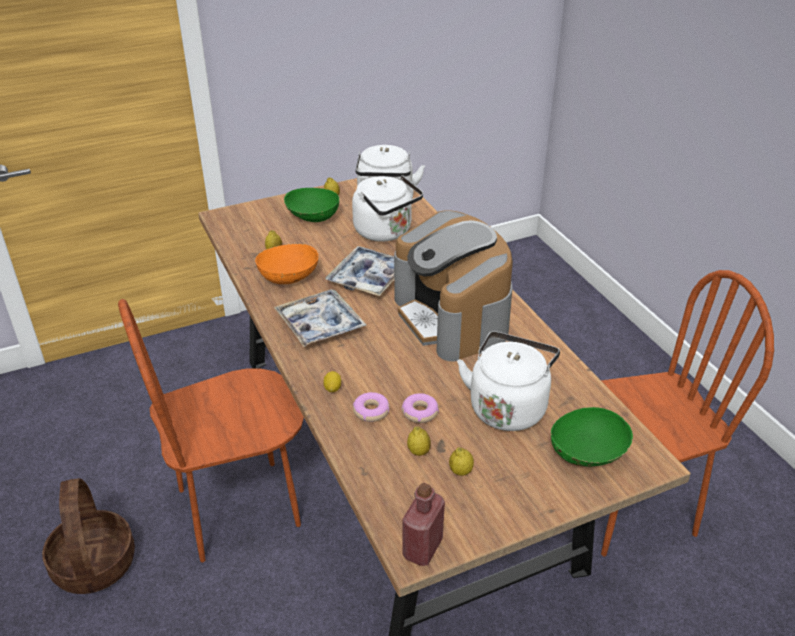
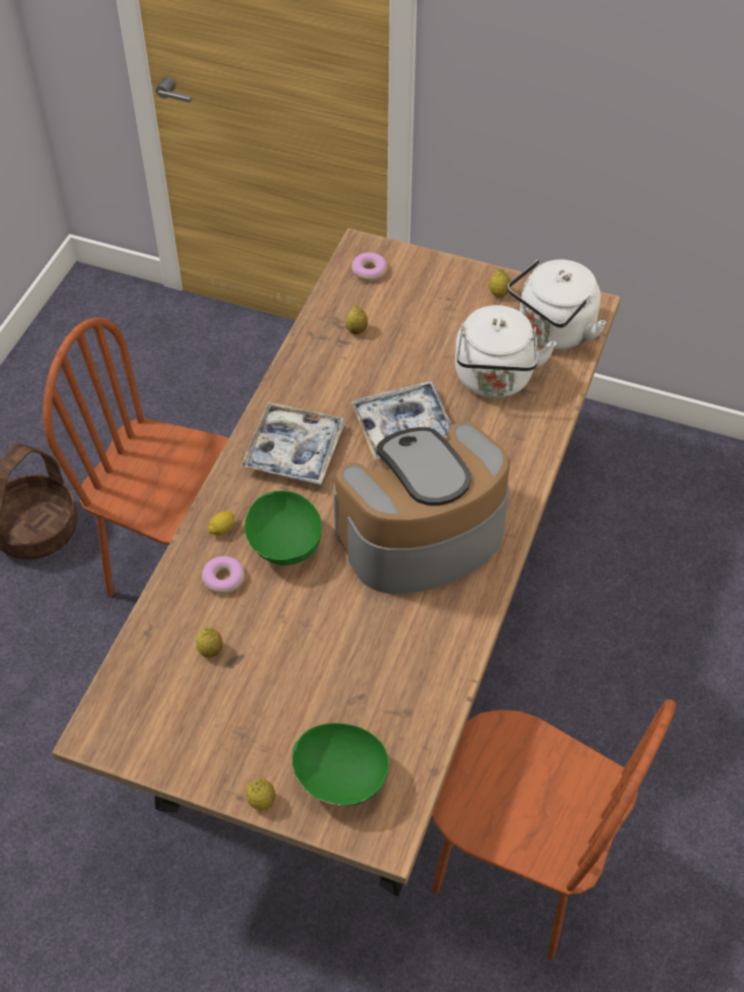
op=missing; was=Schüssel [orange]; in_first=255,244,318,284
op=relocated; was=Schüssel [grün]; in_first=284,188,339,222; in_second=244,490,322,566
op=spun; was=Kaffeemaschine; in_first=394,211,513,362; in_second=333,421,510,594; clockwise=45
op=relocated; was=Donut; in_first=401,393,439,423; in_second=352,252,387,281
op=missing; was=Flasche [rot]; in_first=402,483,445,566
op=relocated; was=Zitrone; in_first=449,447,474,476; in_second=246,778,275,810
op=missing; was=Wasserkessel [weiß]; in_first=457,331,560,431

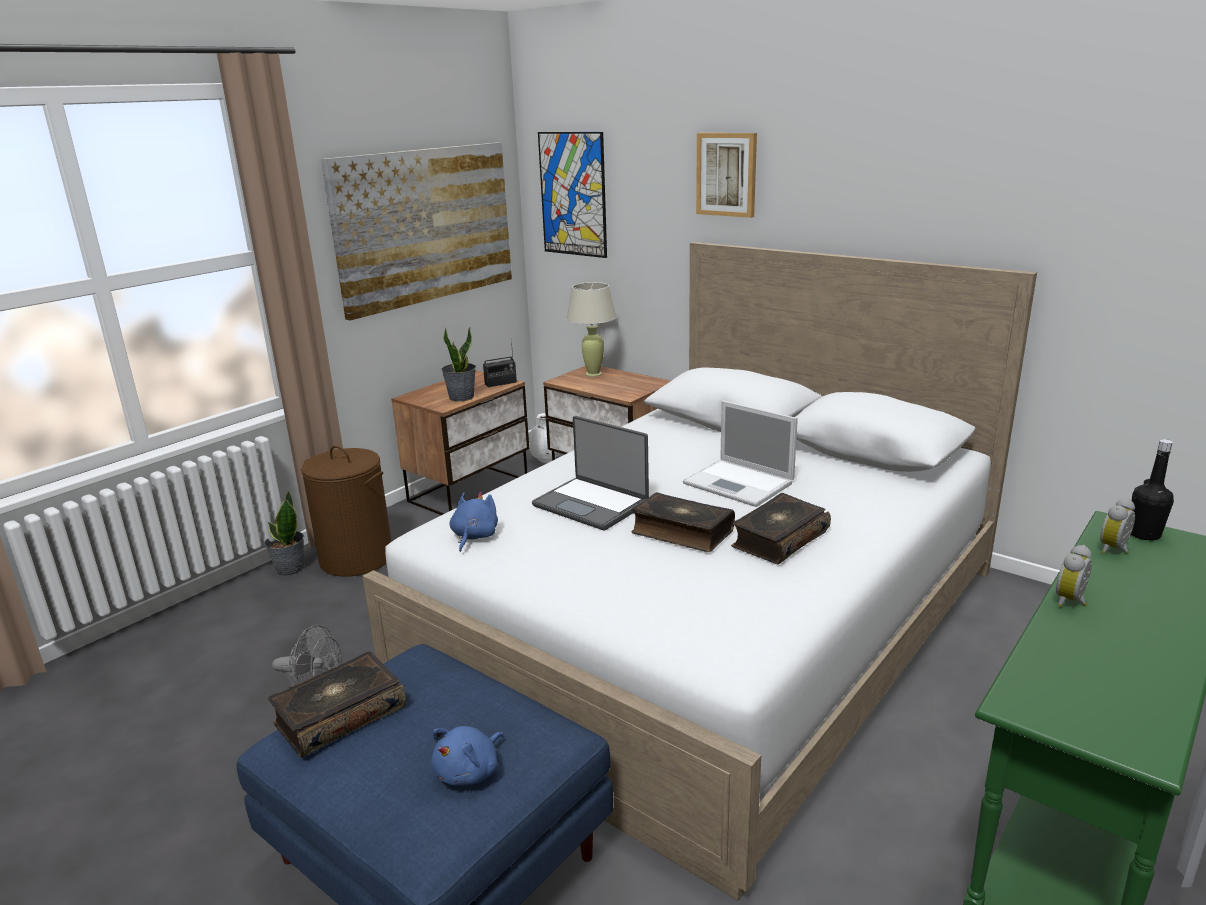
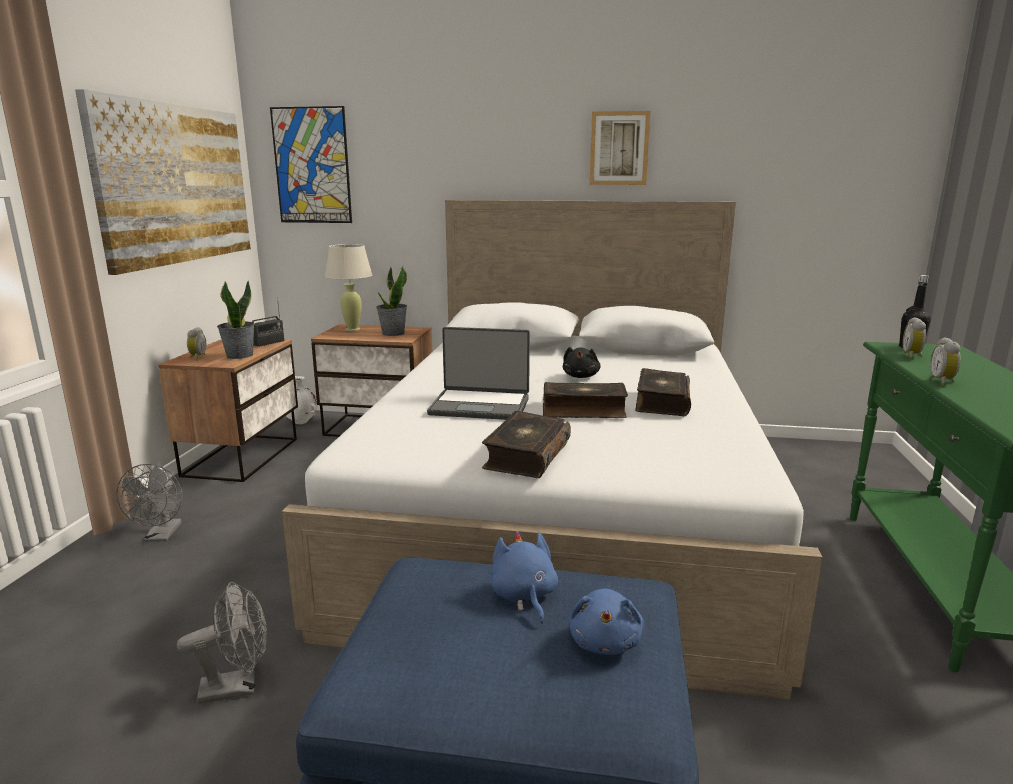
op=relocated; was=Topfpflanze; in_first=264,490,304,576; in_second=376,266,407,336
op=relocated; was=Buch; in_first=268,651,406,757; in_second=482,411,571,478
op=exchanged; was=Wäschekorb [braun]; now=Ventilator [grau]; in_first=301,446,392,577; in_second=116,464,183,542
op=relocated; was=Plüschtier [blau]; in_first=449,491,498,552; in_second=491,531,558,624
op=exchanged; was=Laptop; now=Plüschtier [schwarz]; in_first=683,401,798,507; in_second=563,347,600,378
op=relocated; was=Bild; in_first=696,133,757,218; in_second=589,111,650,185
op=appeared; now=Wecker; in_second=187,327,206,360

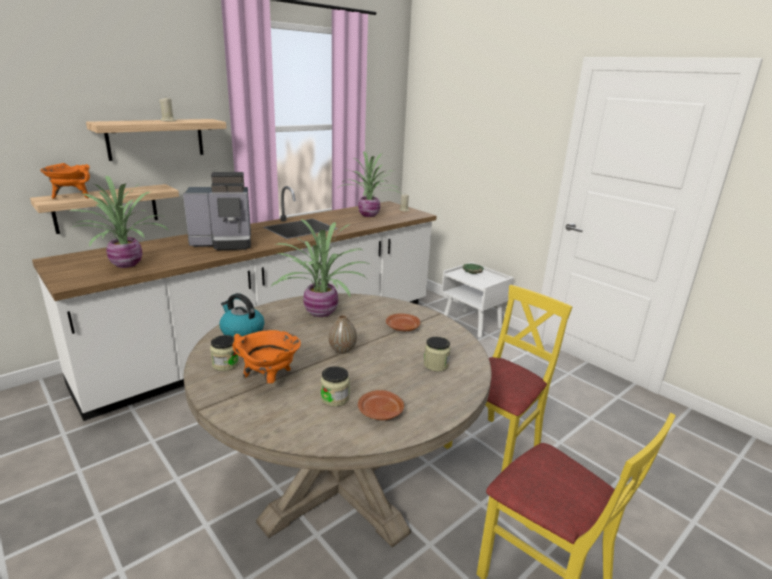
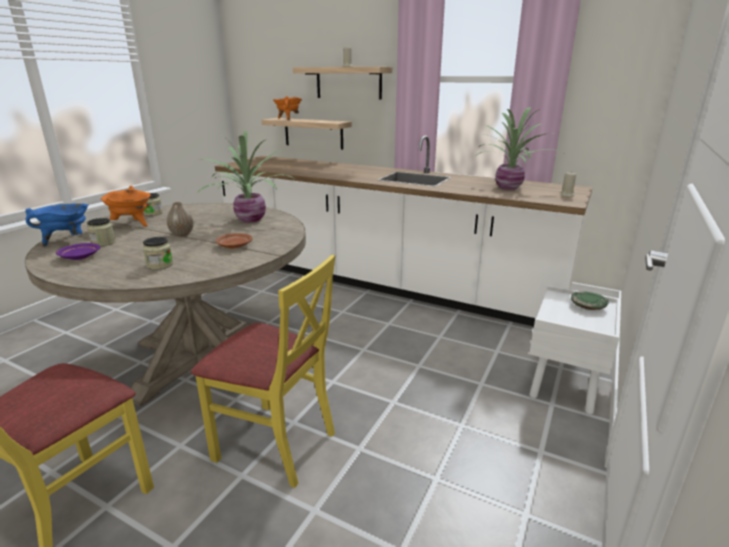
op=missing; was=Topfpflanze; in_first=67,176,169,268
op=missing; was=Kaffeemaschine; in_first=183,172,251,250
op=missing; was=Wasserkessel; in_first=220,293,264,337
op=colour; was=Teller [braun]; now=Teller [lila]; in_first=358,390,404,420; in_second=56,243,100,260
op=appeared; now=Kochtopf [blau]; in_second=25,203,88,247

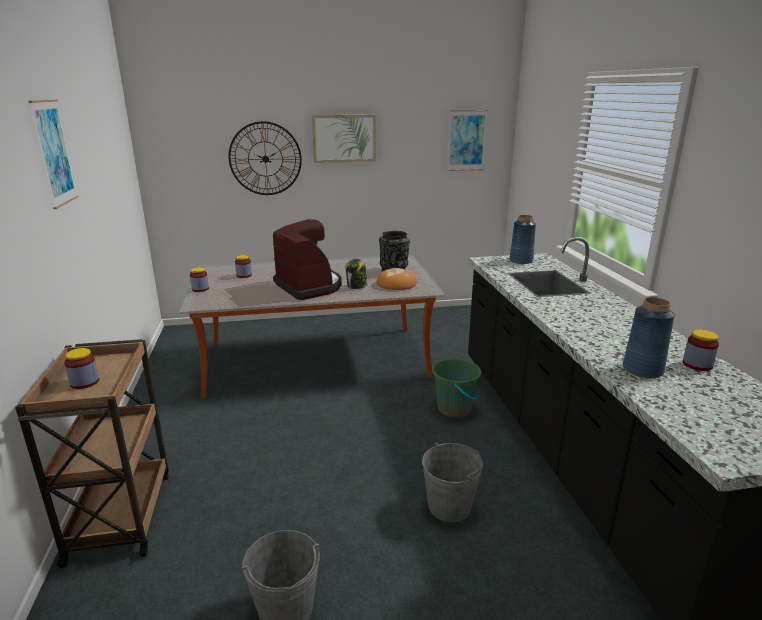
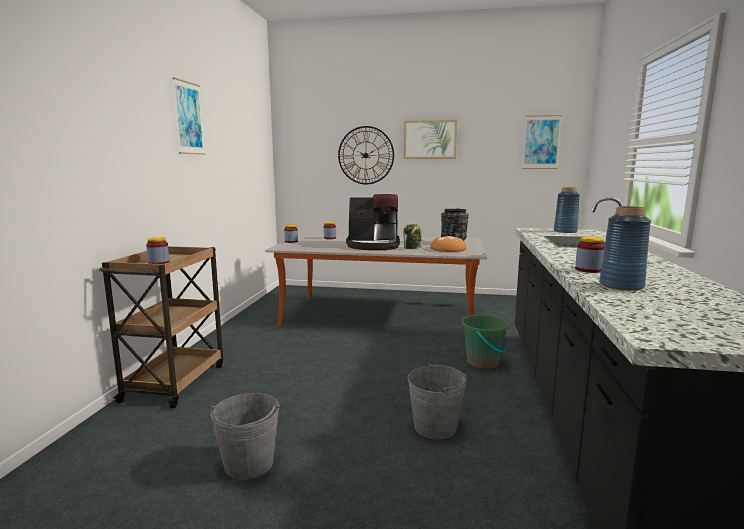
op=spun; was=Kaffeemaschine; in_first=273,219,342,300; in_second=346,194,400,250; clockwise=105
op=relocated; was=Vorratsglas; in_first=683,329,719,371; in_second=575,237,605,273

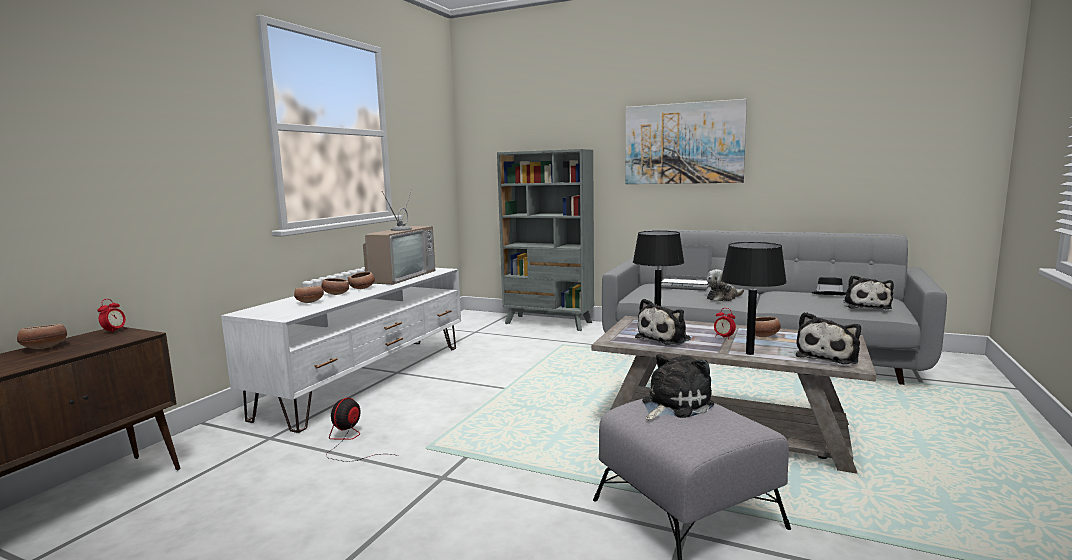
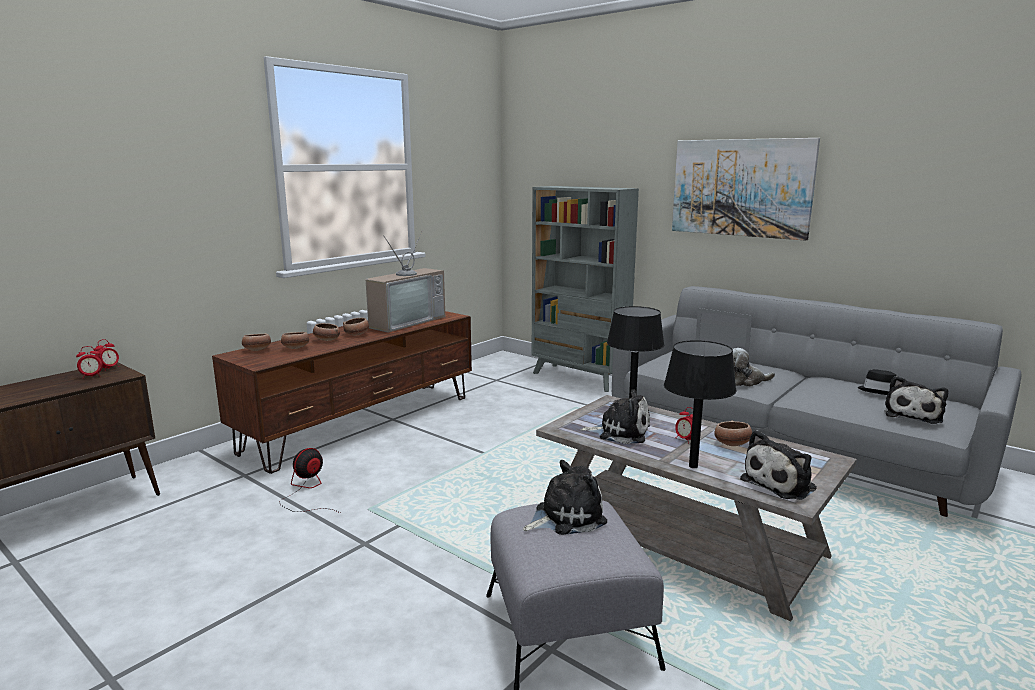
op=relocated; was=Schüssel; in_first=17,324,67,349; in_second=242,333,271,351
op=colour; was=Fernsehschrank [weiß]; now=Fernsehschrank [braun]; in_first=221,268,461,433; in_second=212,311,472,474
op=spun; was=Plüschtier; in_first=635,299,691,345; in_second=580,389,650,444; clockwise=-135
op=appeared; now=Wecker; in_second=76,346,103,379

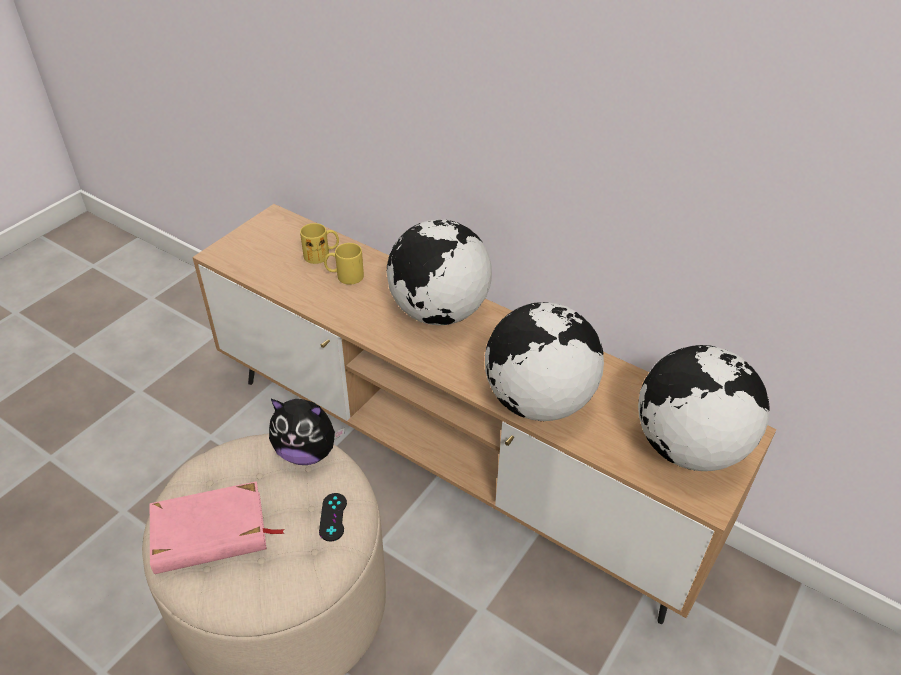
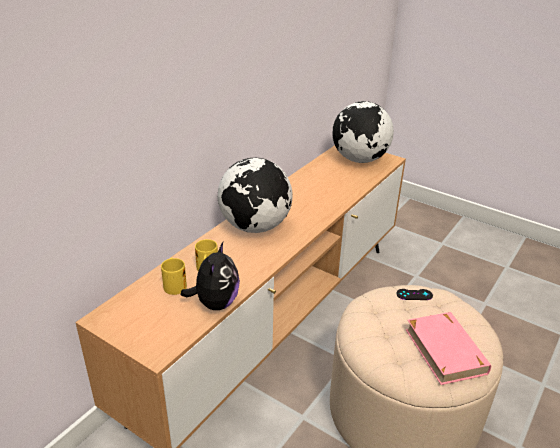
op=relocated; was=Plüschtier; in_first=269,399,345,465; in_second=181,242,240,310
op=missing; was=Globus; in_first=485,302,604,421

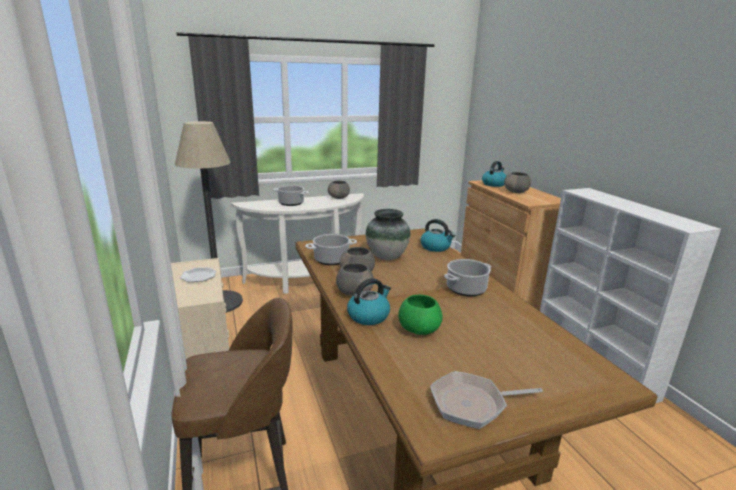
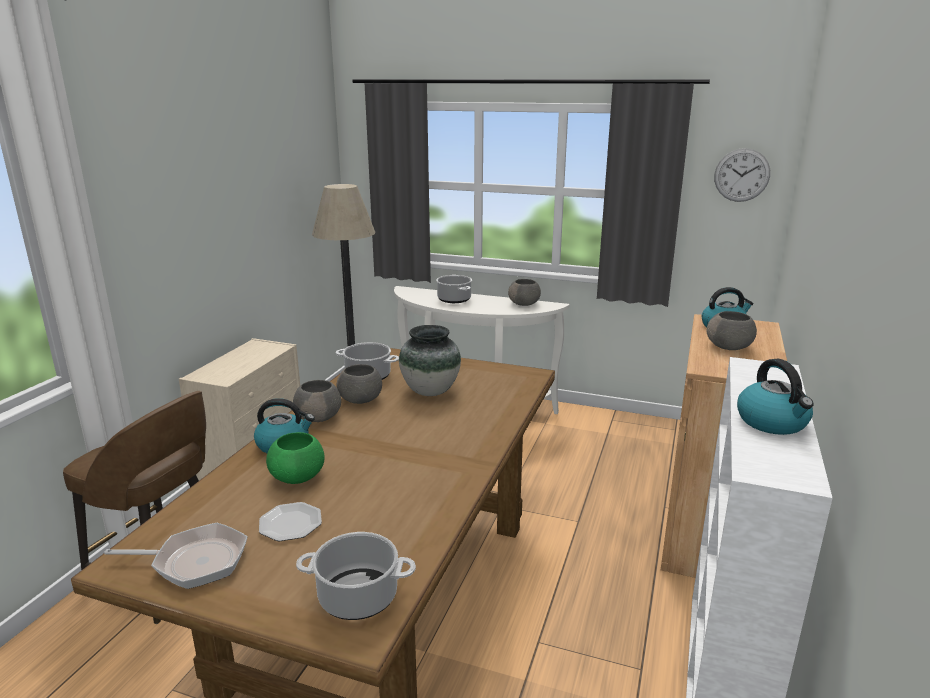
op=relocated; was=Teller; in_first=180,267,216,282; in_second=259,502,322,541
op=relocated; was=Wasserkessel; in_first=421,219,455,252; in_second=737,359,814,435
op=spun; was=Pfanne; in_first=430,371,543,429; in_second=104,523,248,589; clockwise=150
op=relocated; was=Kochtopf; in_first=444,259,491,296; in_second=296,532,416,620
op=appeared; now=Wanduhr; in_second=714,148,770,202

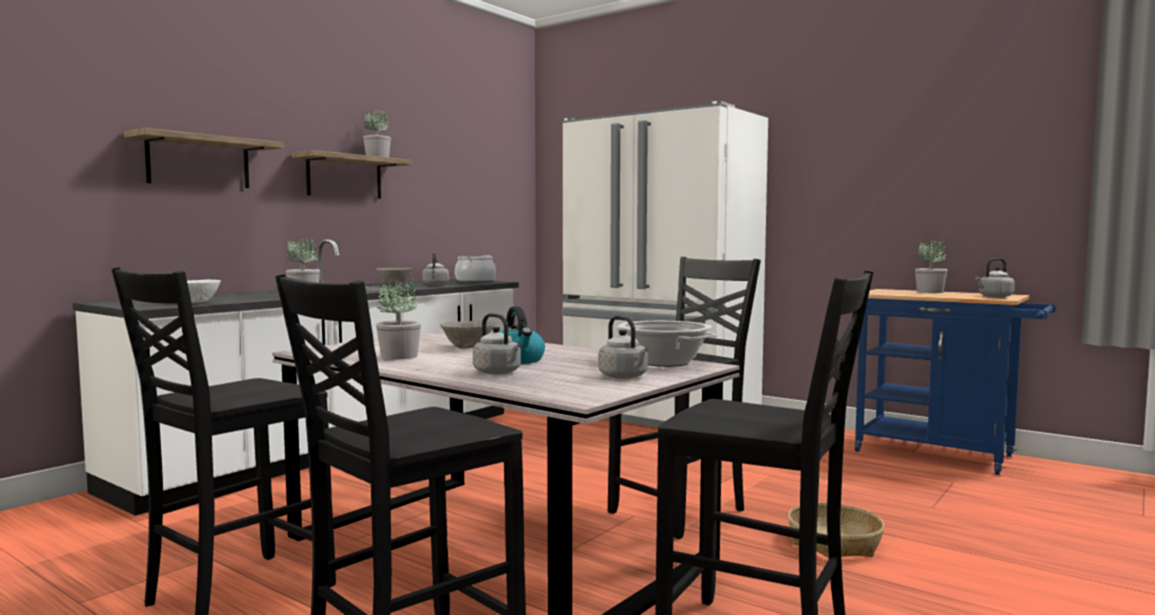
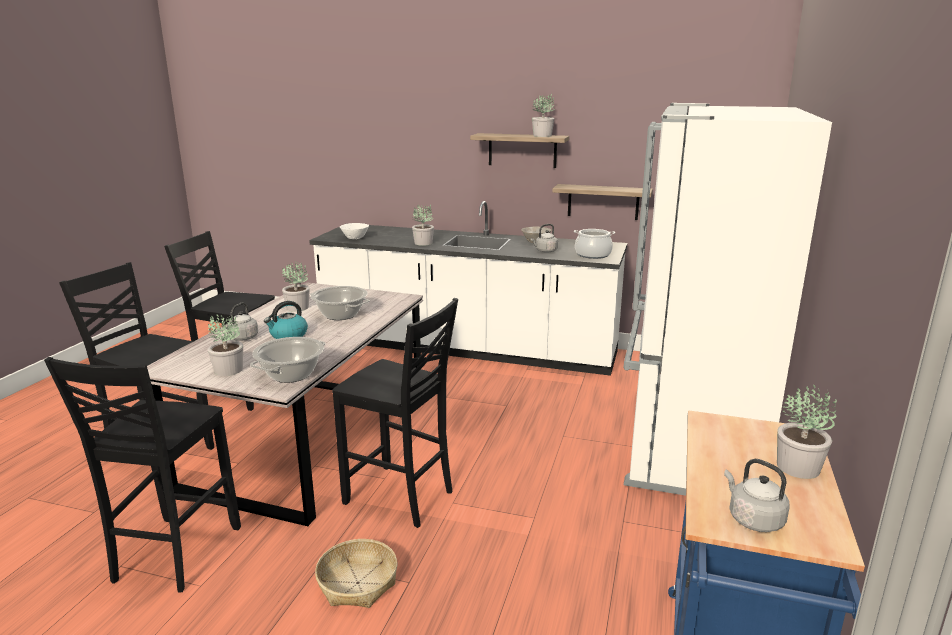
op=relocated; was=Wandregal; in_first=124,128,284,188; in_second=553,184,653,220
op=exchanged; was=Schüssel [grau]; now=Kochtopf; in_first=440,321,495,349; in_second=310,286,370,320
op=exchanged; was=Wasserkessel [grau]; now=Topfpflanze; in_first=598,316,648,379; in_second=208,314,243,376

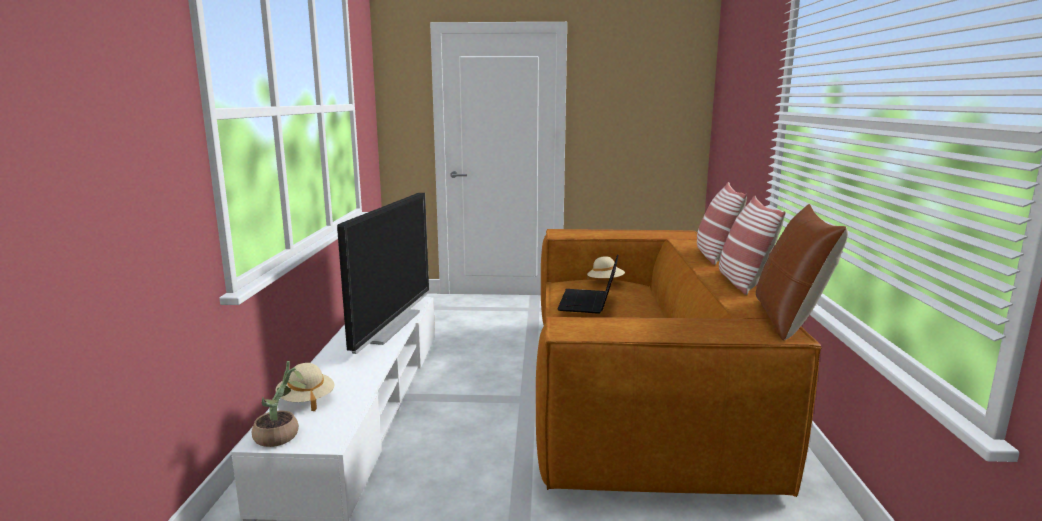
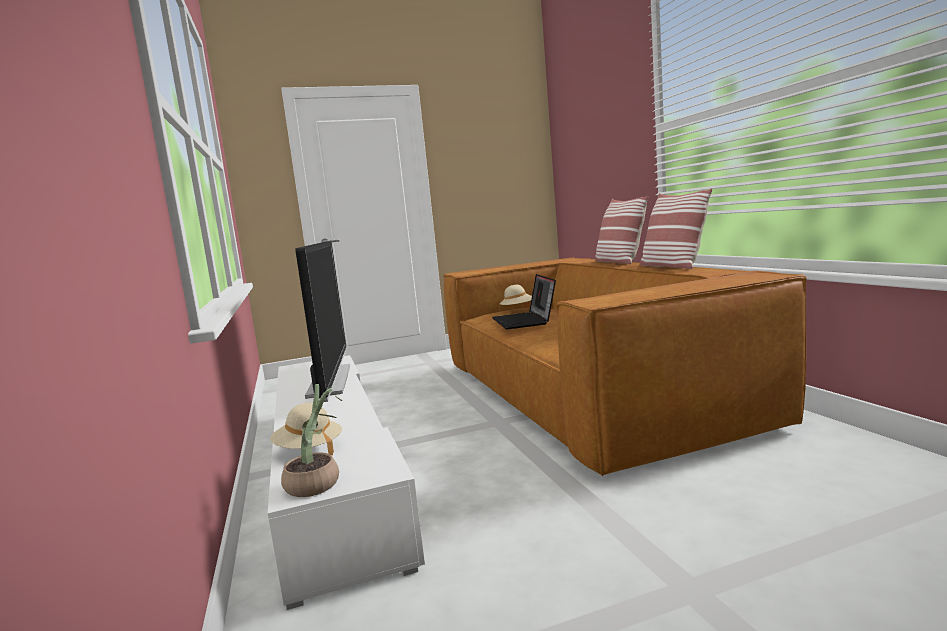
op=missing; was=Kissen [braun]; in_first=756,204,848,341

